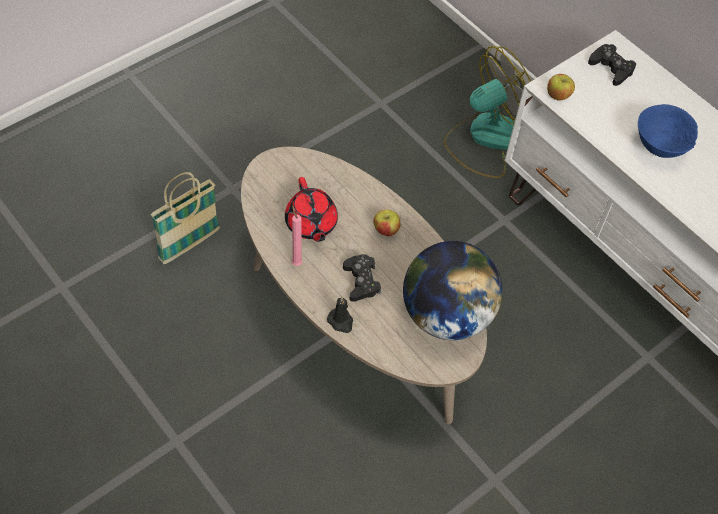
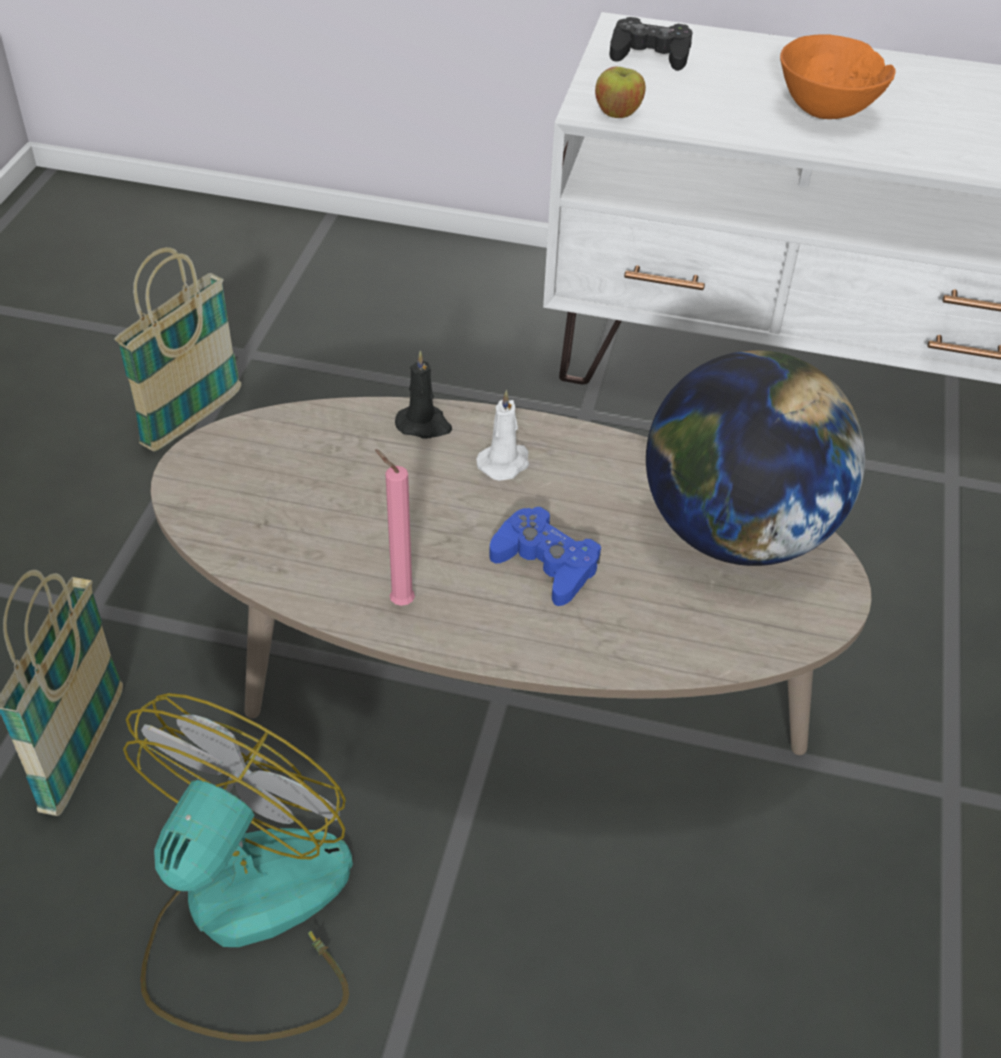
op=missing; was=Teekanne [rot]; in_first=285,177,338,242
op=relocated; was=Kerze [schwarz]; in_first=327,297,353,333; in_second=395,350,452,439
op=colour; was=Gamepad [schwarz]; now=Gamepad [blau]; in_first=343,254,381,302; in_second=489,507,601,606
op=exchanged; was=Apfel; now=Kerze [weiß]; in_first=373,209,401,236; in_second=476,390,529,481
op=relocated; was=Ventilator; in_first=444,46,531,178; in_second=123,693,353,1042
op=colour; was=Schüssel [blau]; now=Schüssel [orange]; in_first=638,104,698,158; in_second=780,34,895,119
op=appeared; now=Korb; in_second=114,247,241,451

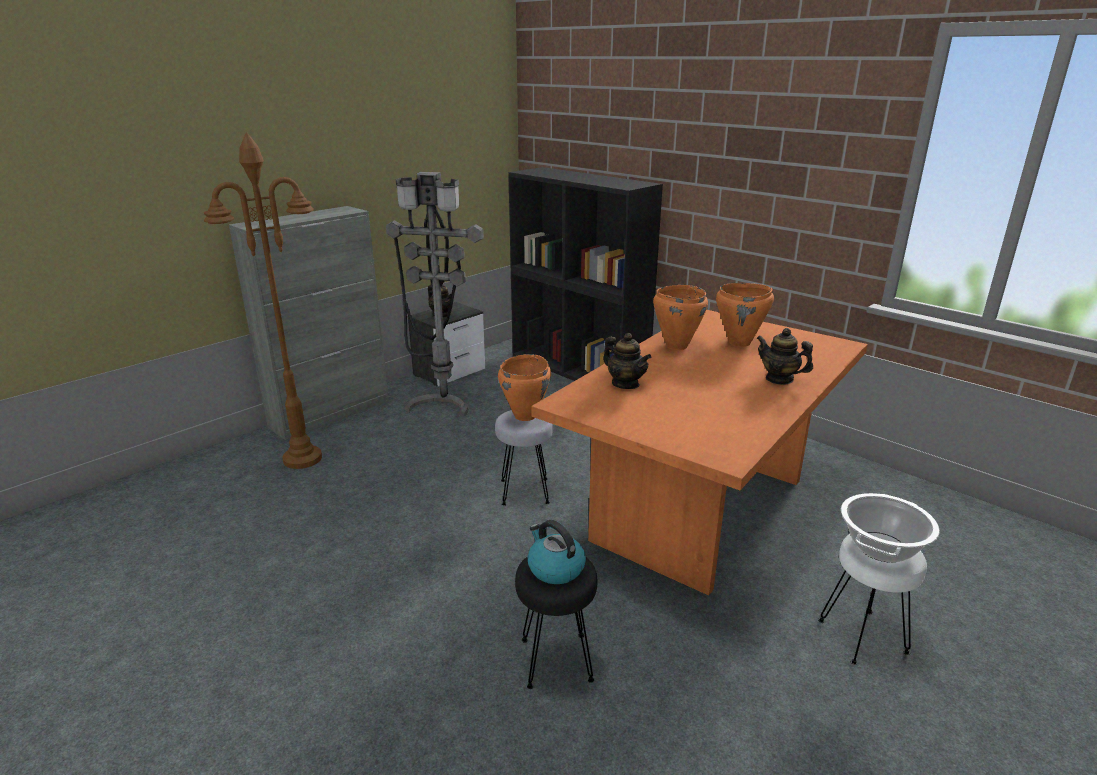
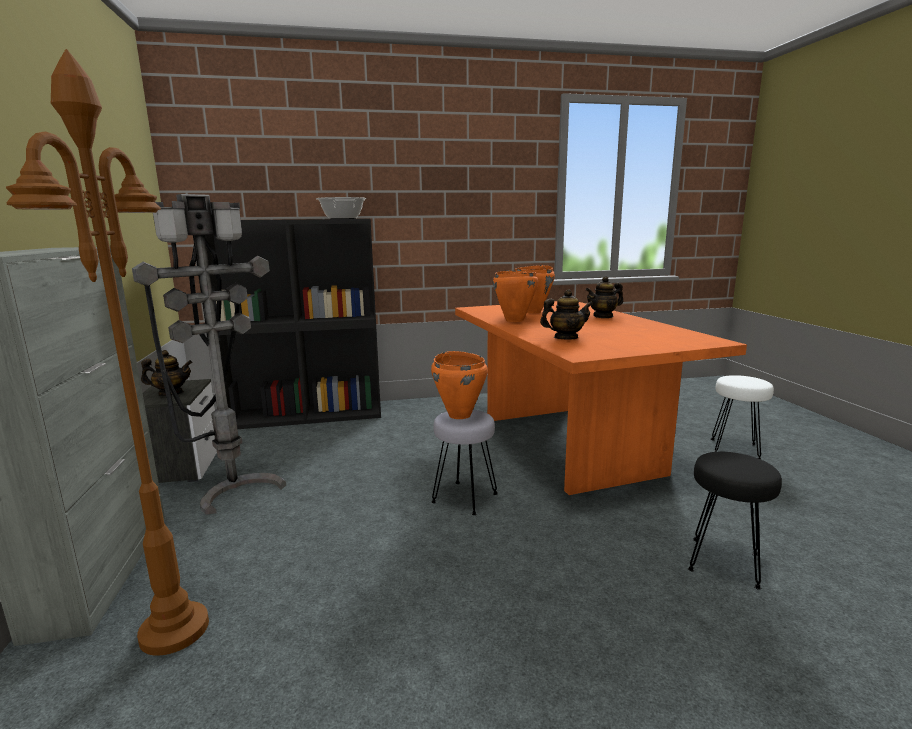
op=missing; was=Wasserkessel; in_first=528,520,586,584
op=relocated; was=Kochtopf; in_first=841,493,940,563; in_second=316,197,367,219

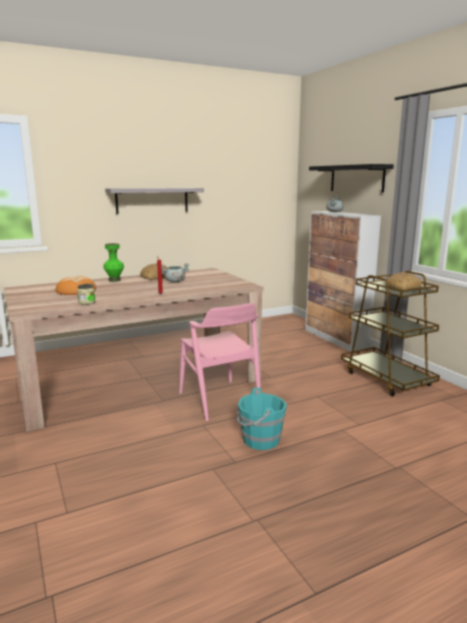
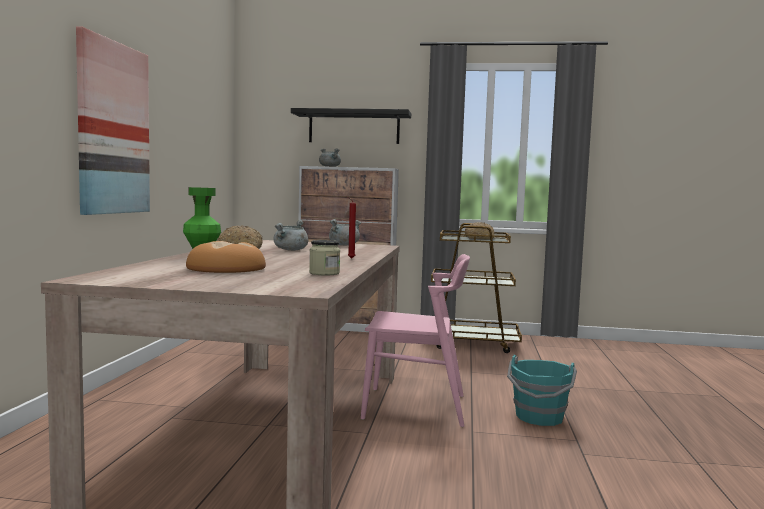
op=exchanged; was=Wandregal [grau]; now=Bild; in_first=105,188,204,214; in_second=76,27,150,215
op=appeared; now=Kochtopf [grau]; in_second=329,219,362,245

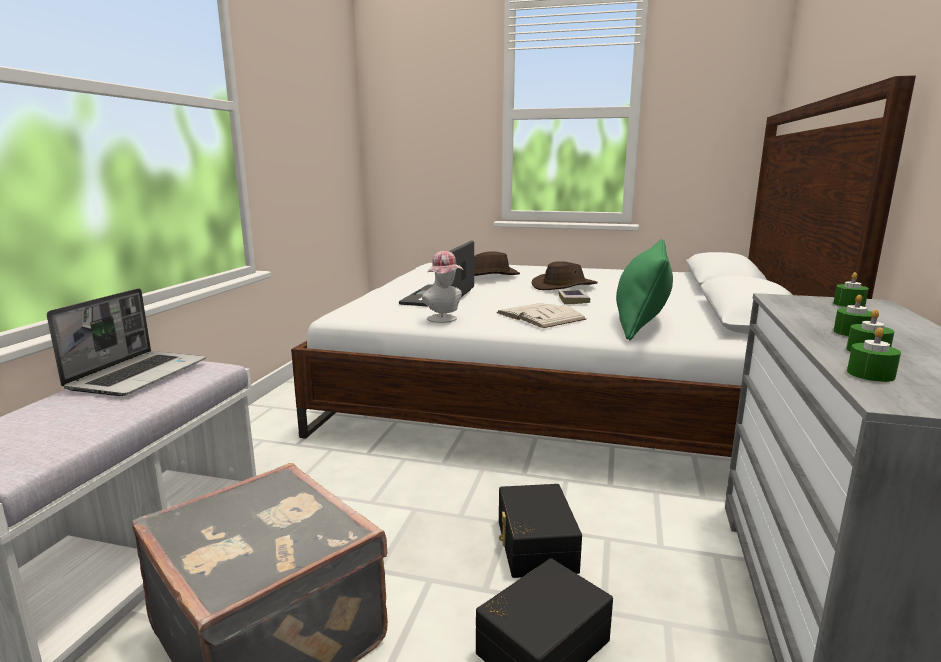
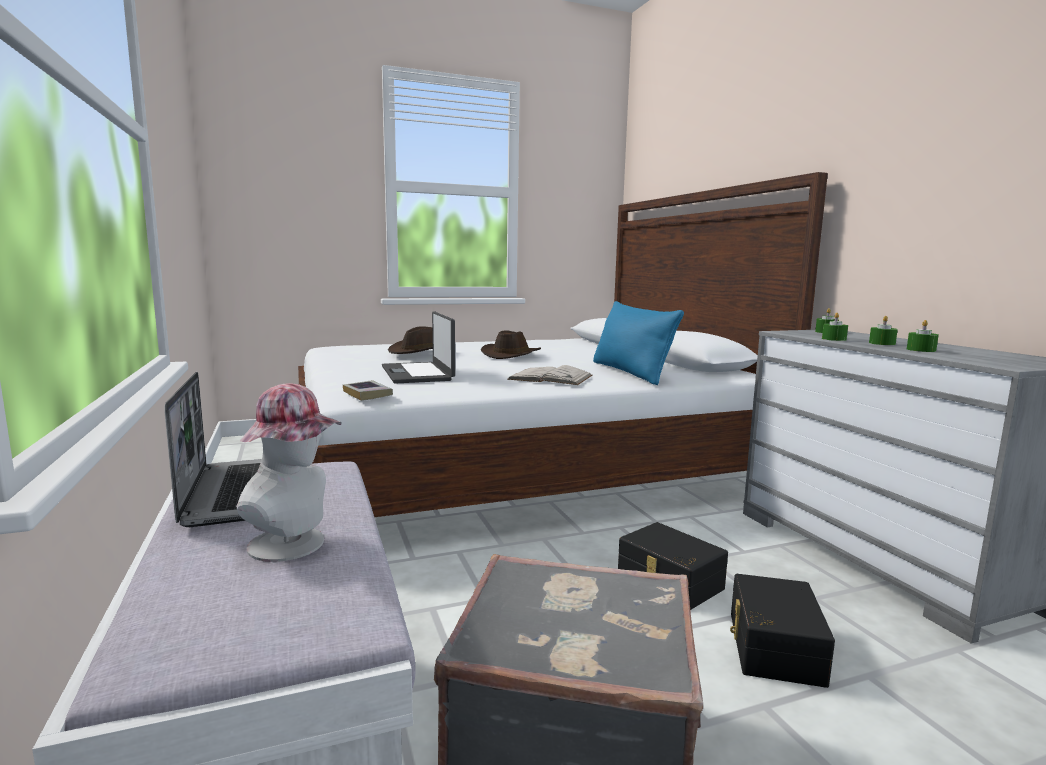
op=relocated; was=Hut; in_first=422,251,463,323; in_second=236,383,341,562
op=relocated; was=Buch; in_first=558,289,590,304; in_second=343,380,393,401
op=colour; was=Kissen [grün]; now=Kissen [blau]; in_first=616,239,673,341; in_second=593,301,684,385
op=relocated; was=Kerze [grün]; in_first=847,327,901,382; in_second=822,313,848,341

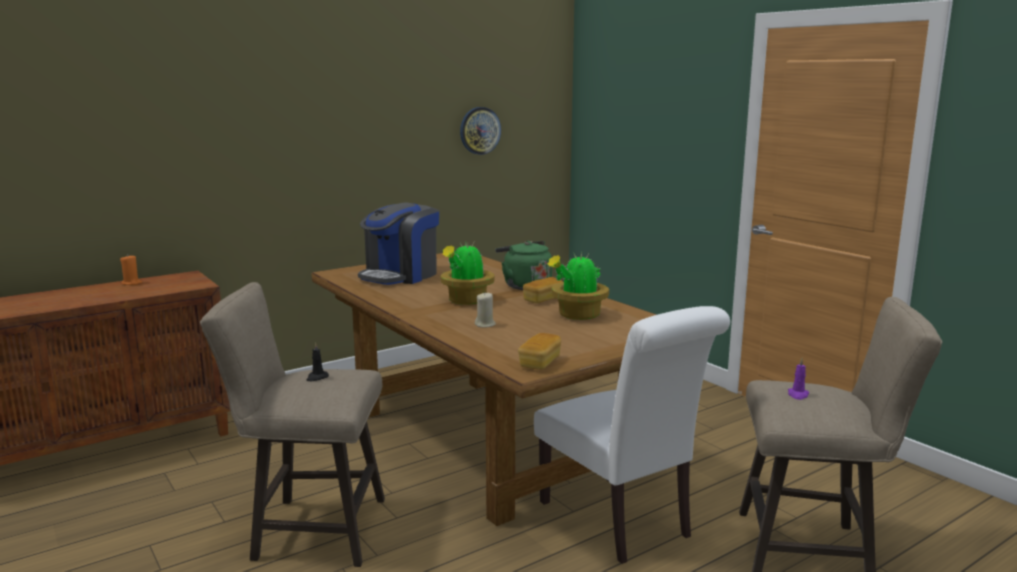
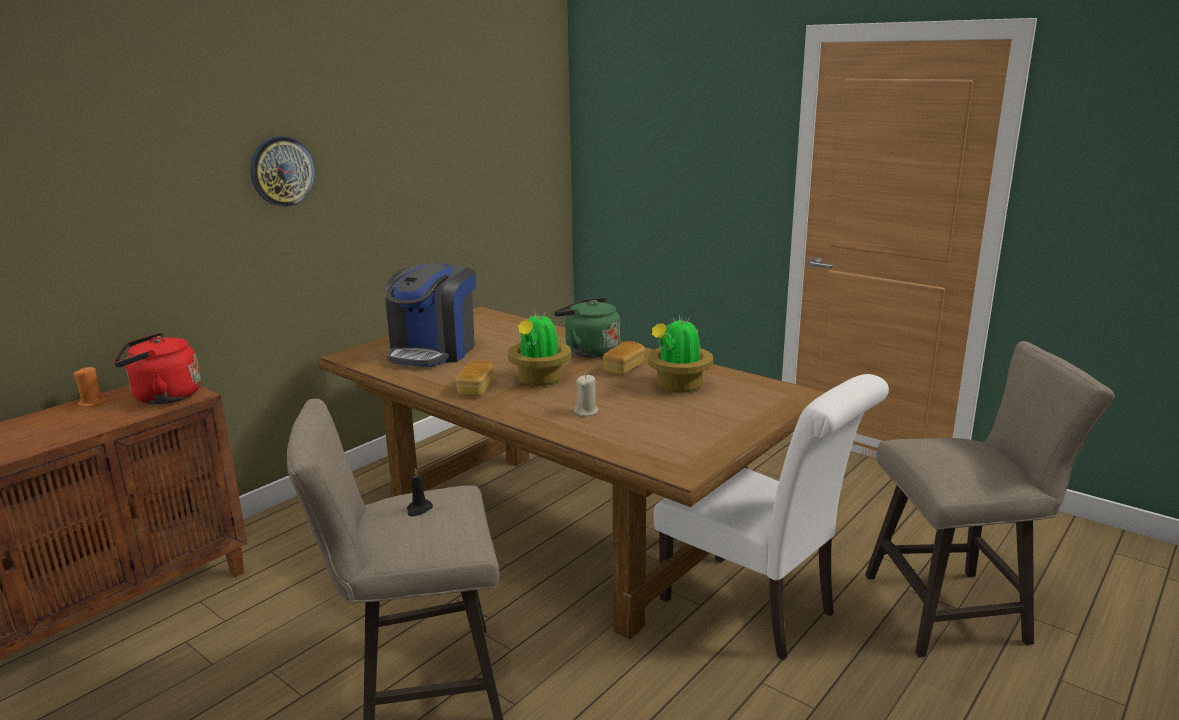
op=relocated; was=Wanduhr; in_first=460,107,501,155; in_second=250,136,315,207
op=relocated; was=Brot; in_first=518,333,561,370; in_second=455,361,494,396
op=missing; was=Kerze [lila]; in_first=788,358,809,400
op=appeared; now=Wasserkessel [rot]; in_second=114,333,201,404

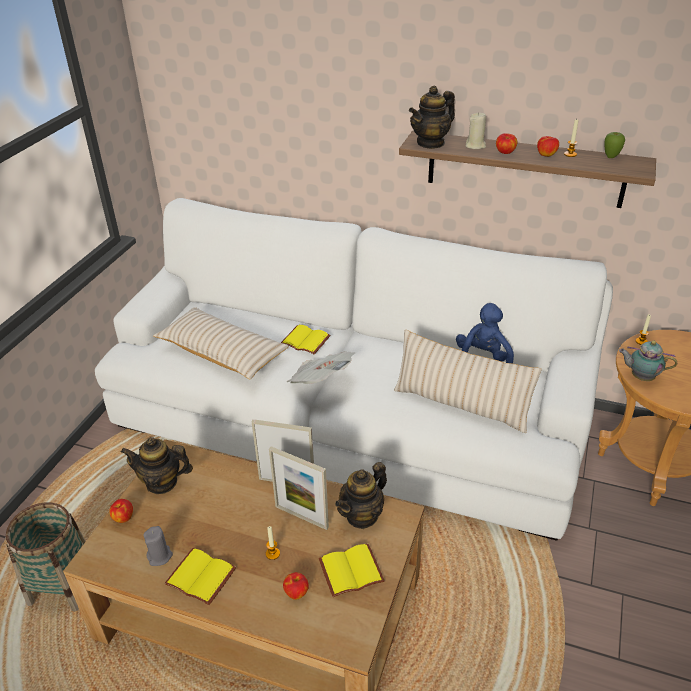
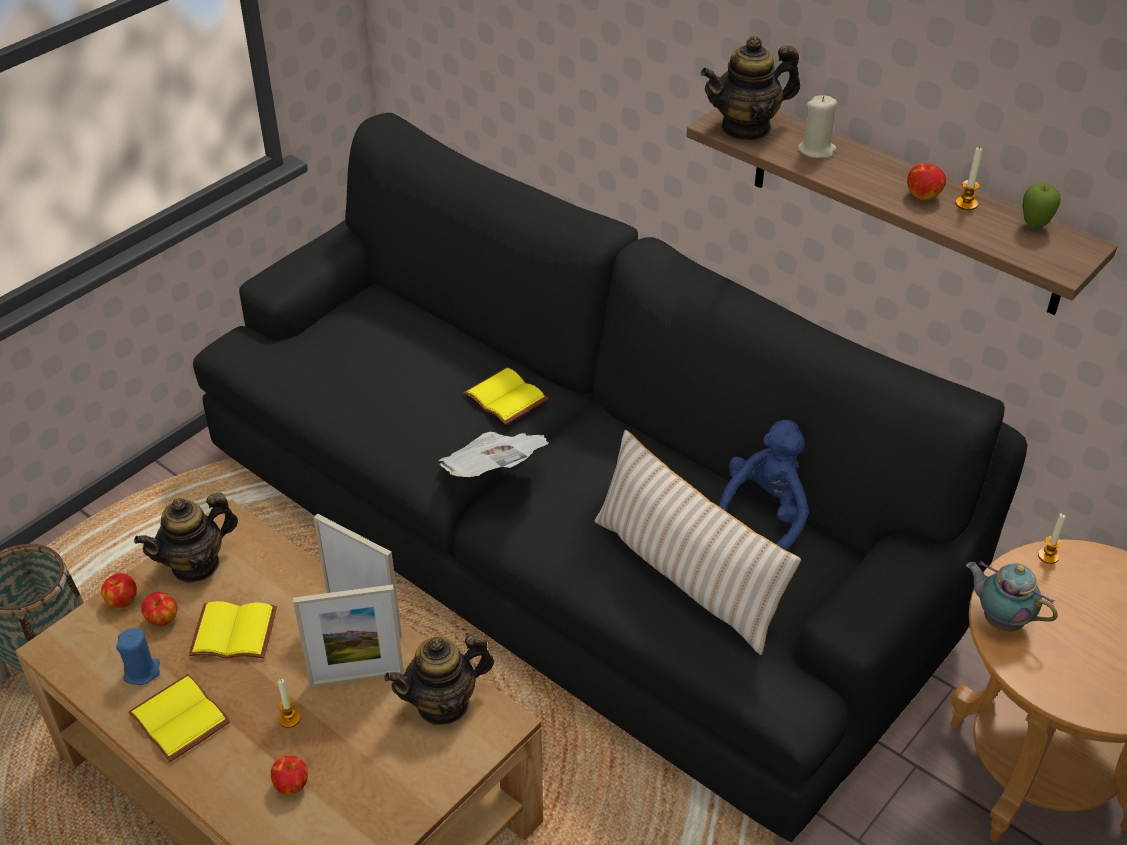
op=colour; was=Sofa [weiß]; now=Sofa [schwarz]; in_first=95,198,613,541; in_second=193,113,1027,842
op=spun; was=Teekanne; in_first=121,437,193,494; in_second=134,492,238,583; clockwise=-60
op=colour; was=Kerze [grau]; now=Kerze [blau]; in_first=143,526,173,566; in_second=116,628,160,685
op=missing; was=Kissen [beige]; in_first=153,307,289,380
op=spun; was=Bilderrahmen; in_first=269,446,329,530; in_second=293,585,404,687; clockwise=-60
op=relocated; was=Buch [gelb]; in_first=319,544,384,597; in_second=189,601,277,659
op=relocated; was=Apfel; in_first=496,133,518,154; in_second=141,592,177,626

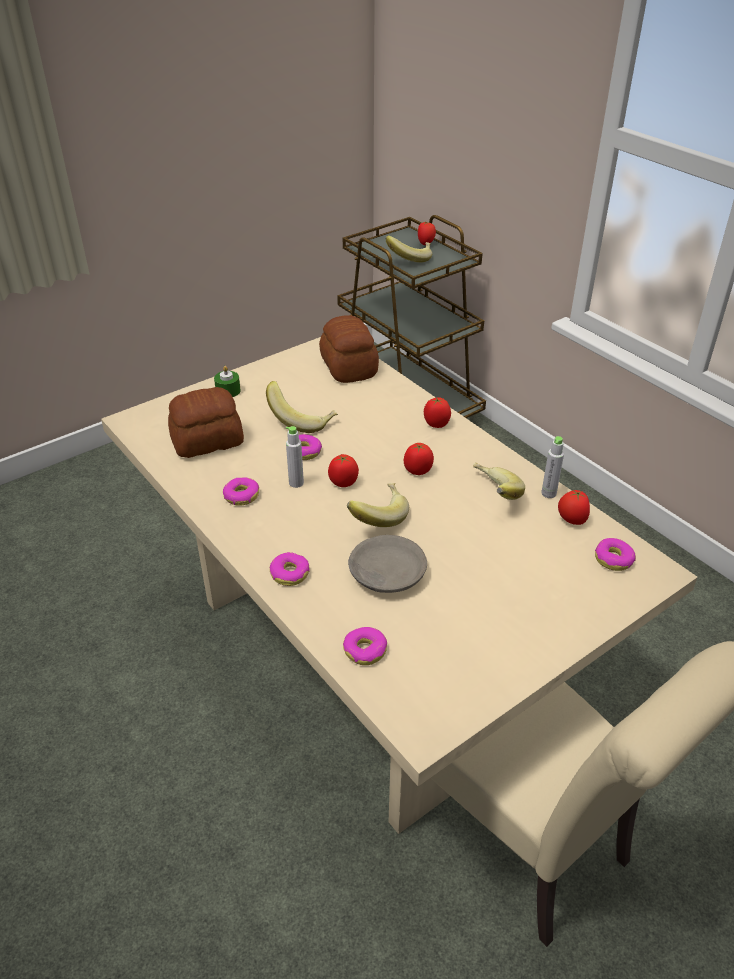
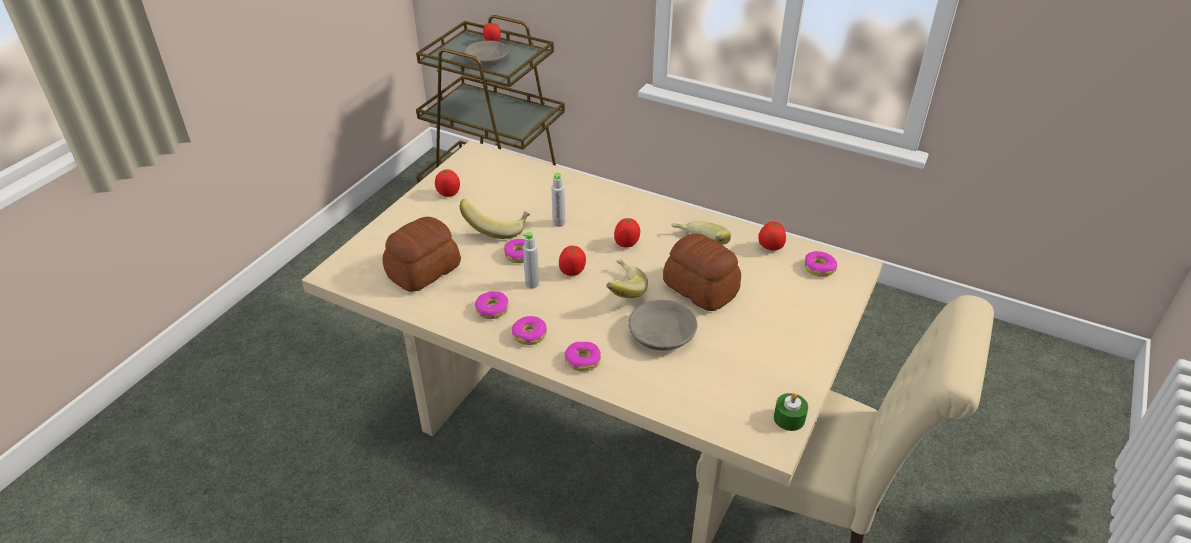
op=relocated; was=Kerze [grün]; in_first=214,366,241,397; in_second=774,393,808,431
op=relocated; was=Brot; in_first=319,315,379,383; in_second=663,234,741,311
op=relocated; was=Donut; in_first=343,627,387,665; in_second=512,316,547,345
op=exchanged; was=Banane; now=Schüssel [grau]; in_first=386,236,432,263; in_second=464,41,510,66
op=relocated; was=Tomate; in_first=424,397,451,428; in_second=435,169,460,197
op=relocated; was=Flasche [grau]; in_first=541,436,564,498; in_second=551,173,565,227

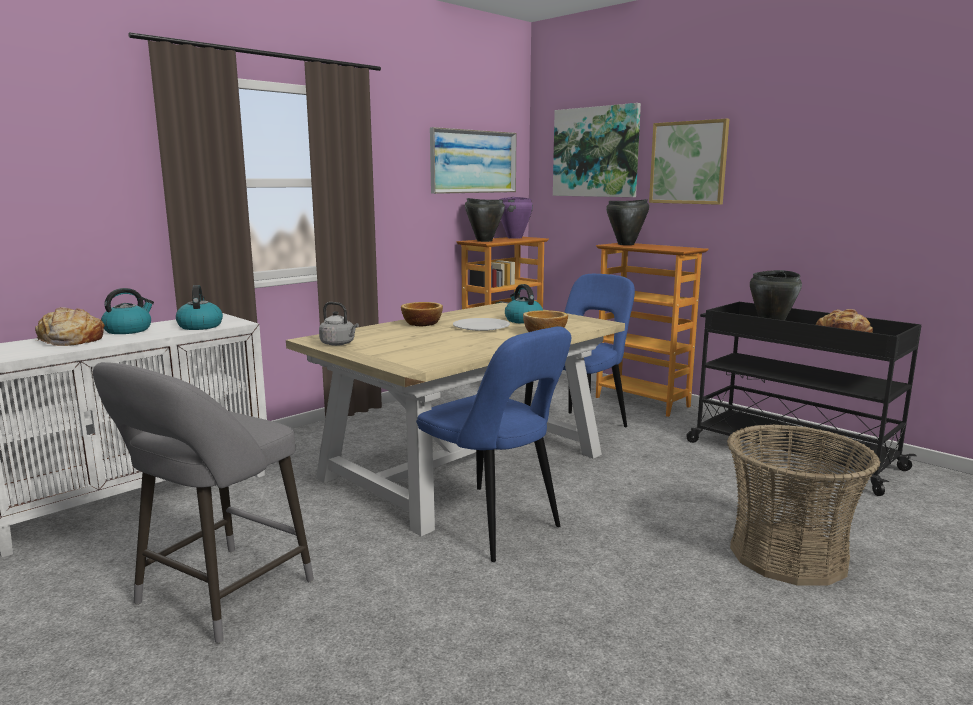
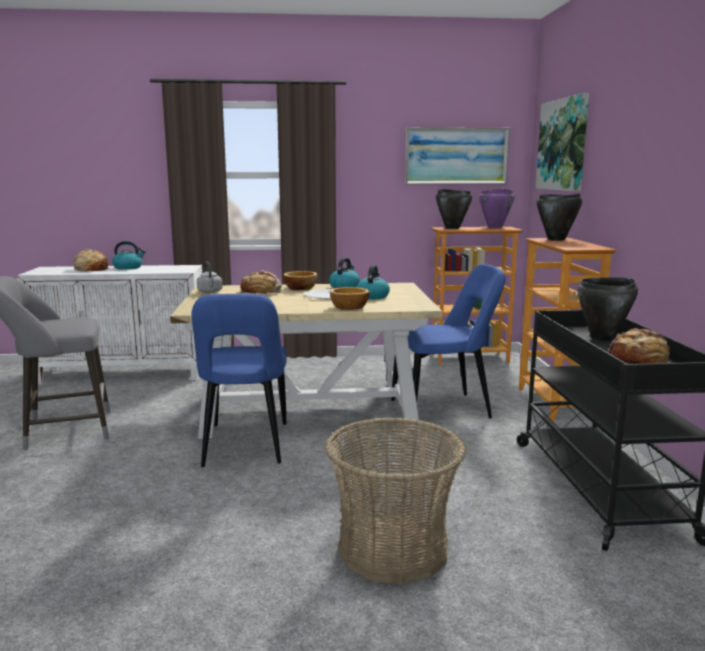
op=relocated; was=Wasserkessel; in_first=176,285,223,330; in_second=329,258,360,288
op=missing; was=Bild; in_first=649,119,729,205
op=appeared; now=Brot; in_second=237,270,282,295

